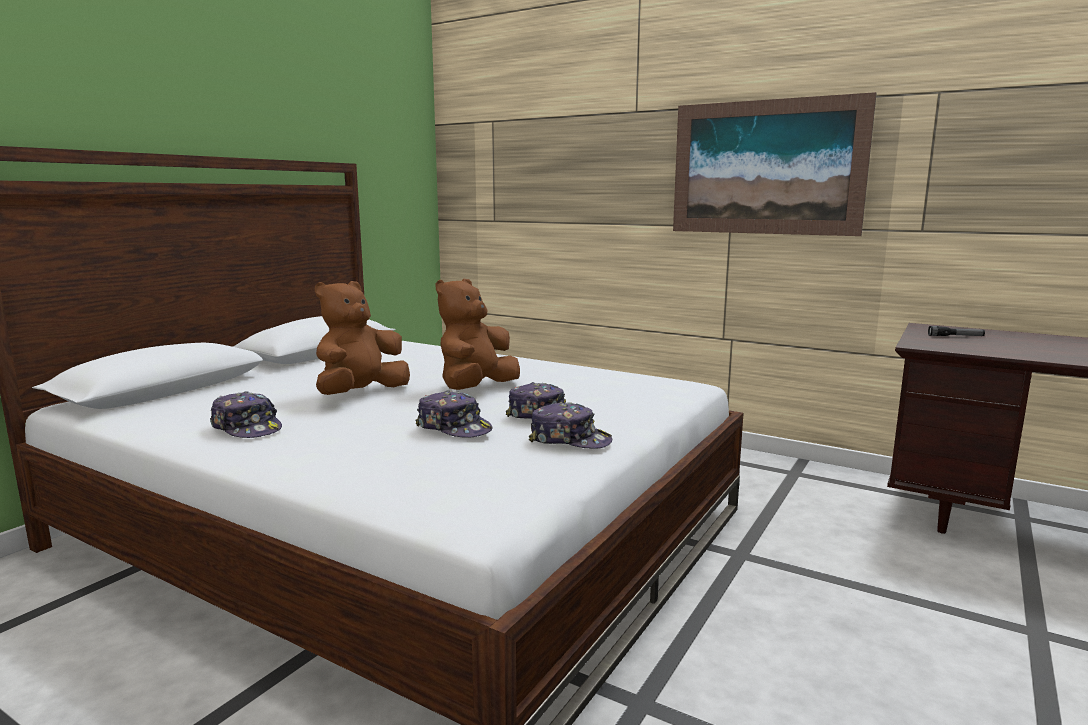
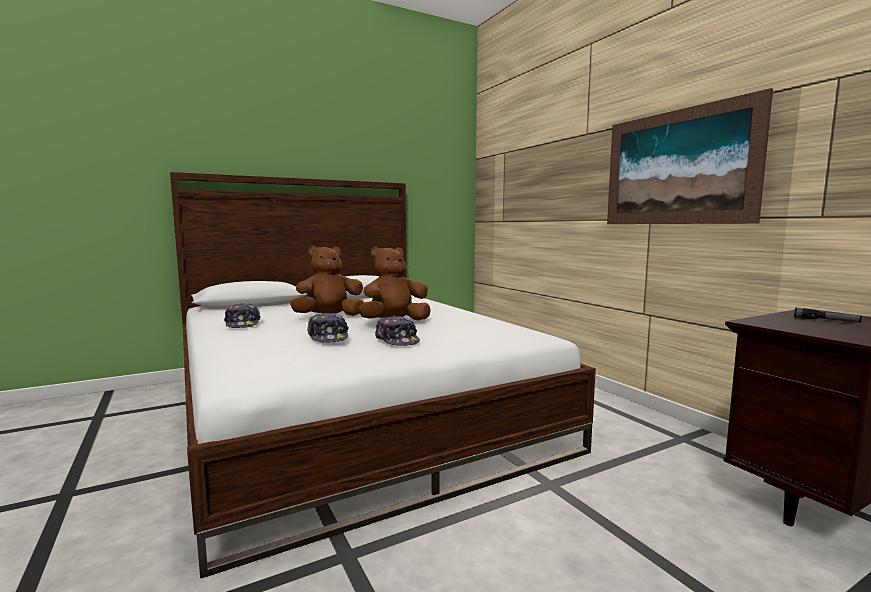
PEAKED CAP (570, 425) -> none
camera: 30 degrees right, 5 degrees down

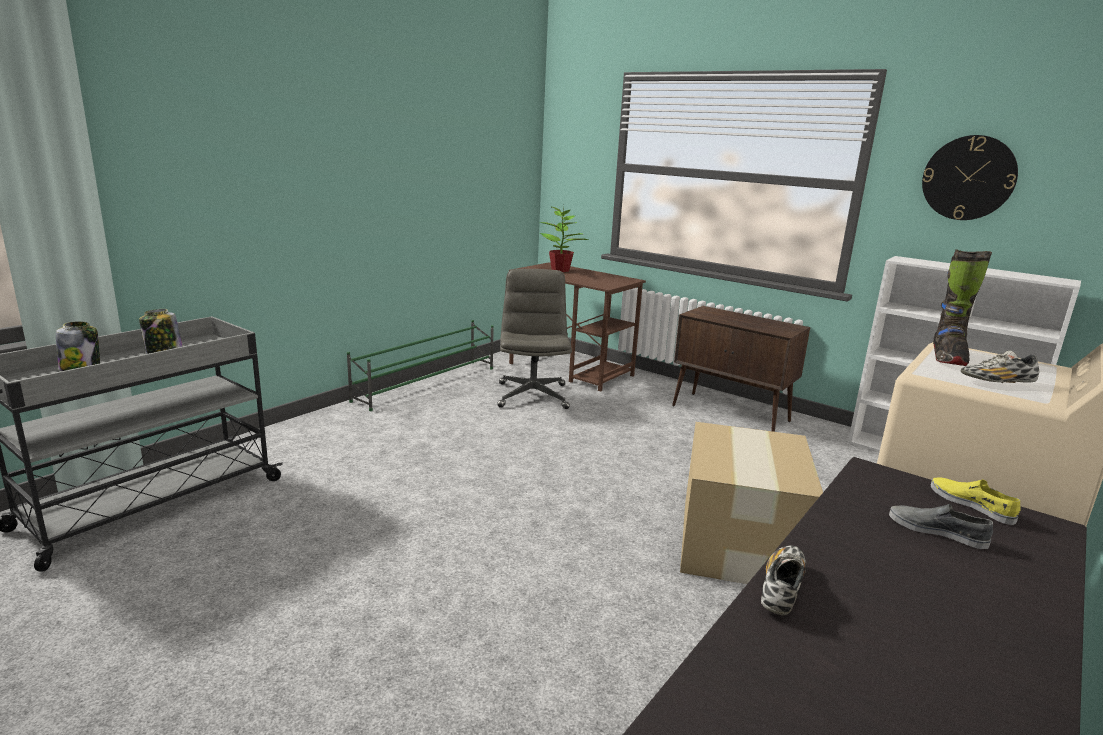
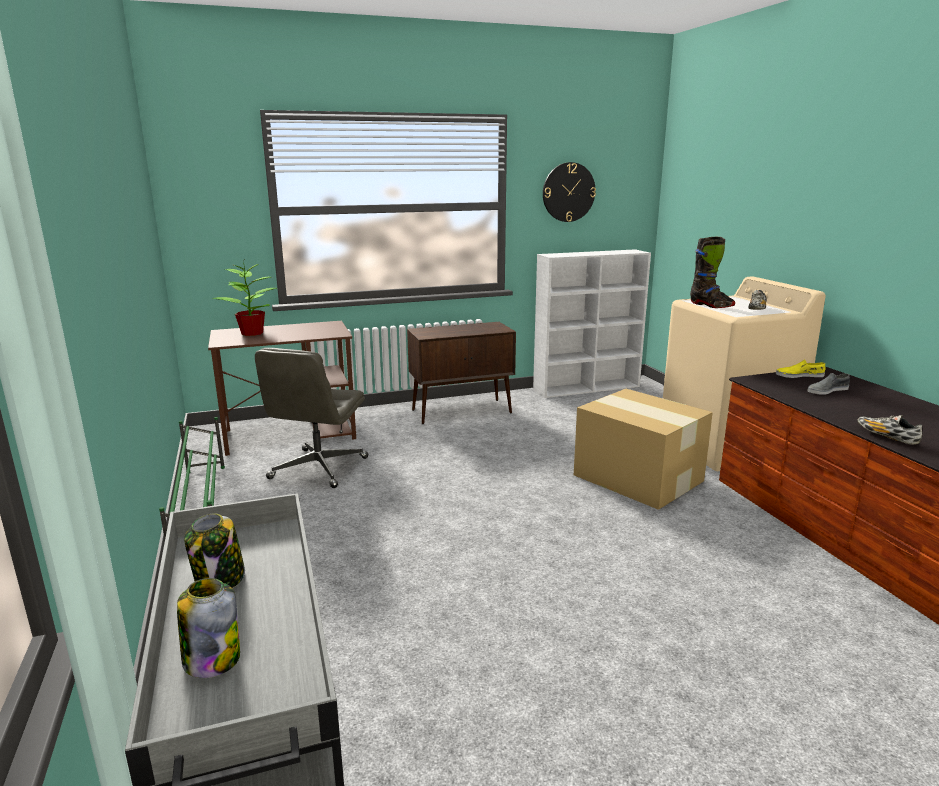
GREYISH DESK CHAIR (534, 339) -> GREYISH DESK CHAIR (311, 418), 105 degrees counterclockwise
camera: 55 degrees left, 0 degrees up

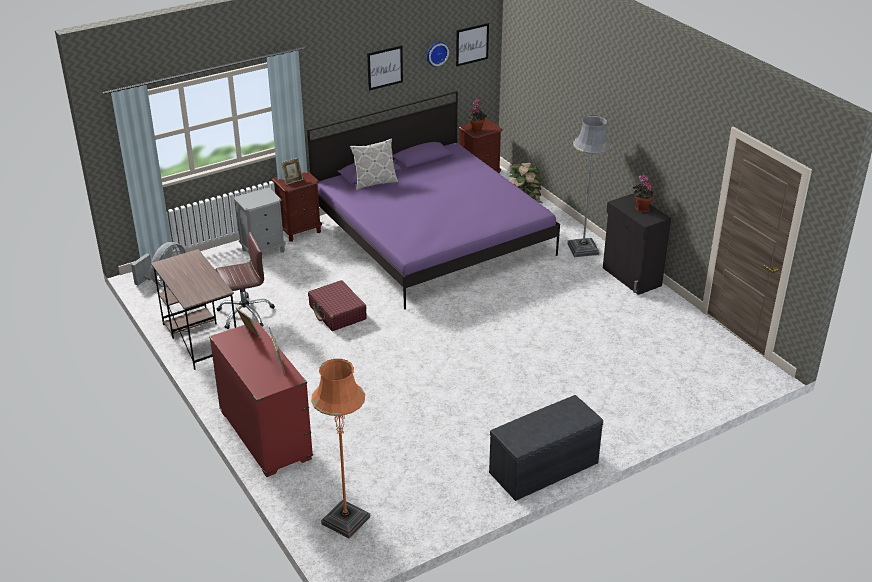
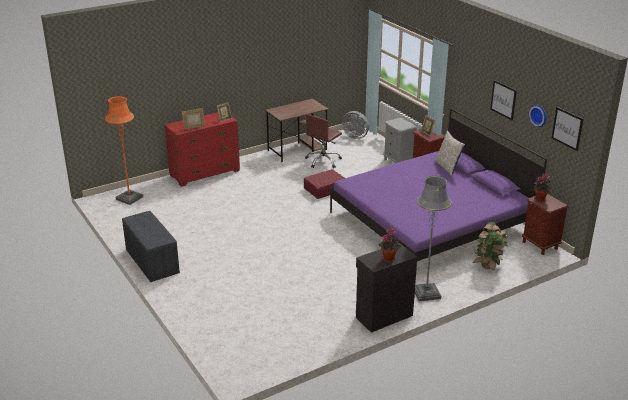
BROWN-COLOURED DESK CHAIR (245, 280) -> BROWN-COLOURED DESK CHAIR (323, 141), 60 degrees clockwise
camera: 90 degrees right, 5 degrees down

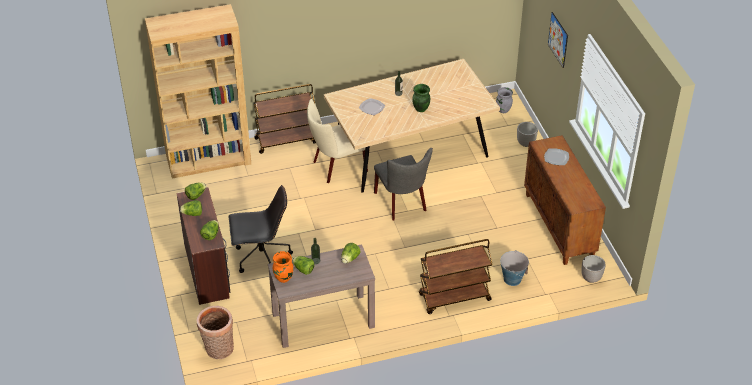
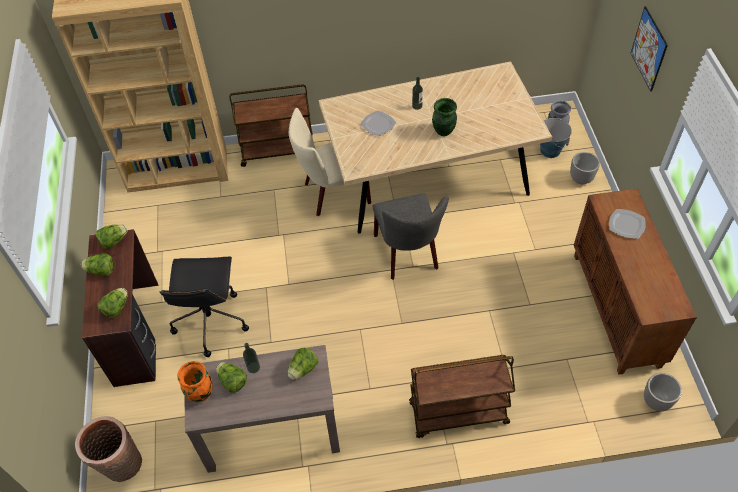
BLACKISH DESK CHAIR (261, 229) -> BLACKISH DESK CHAIR (204, 307), 90 degrees clockwise
WATER BUCKET (514, 268) -> WATER BUCKET (556, 138), moved
camera: 10 degrees right, 10 degrees up

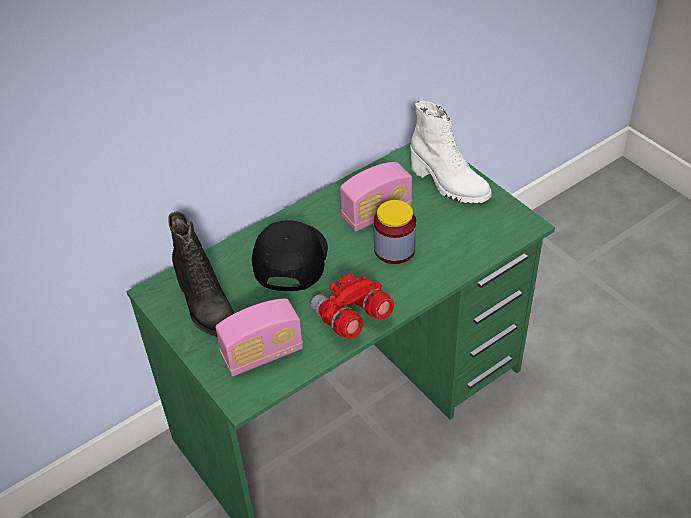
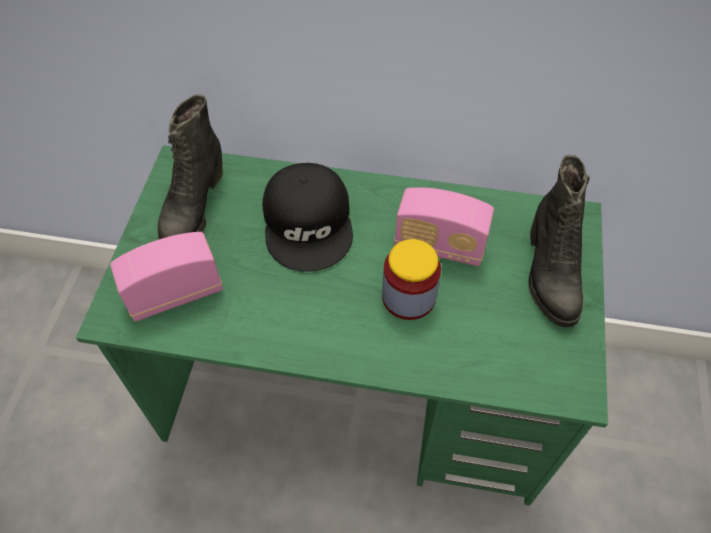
RADIO SET (259, 337) -> RADIO SET (166, 277), 135 degrees clockwise
BLACKISH PEAKED CAP (290, 255) -> BLACKISH PEAKED CAP (307, 217), 120 degrees clockwise
WHITE HIGH-TOP BOOT (450, 152) -> BLACKISH HIGH-TOP BOOT (559, 241)
RED PAIR OF BINOCULARS (352, 305) -> none
camera: 45 degrees right, 10 degrees up

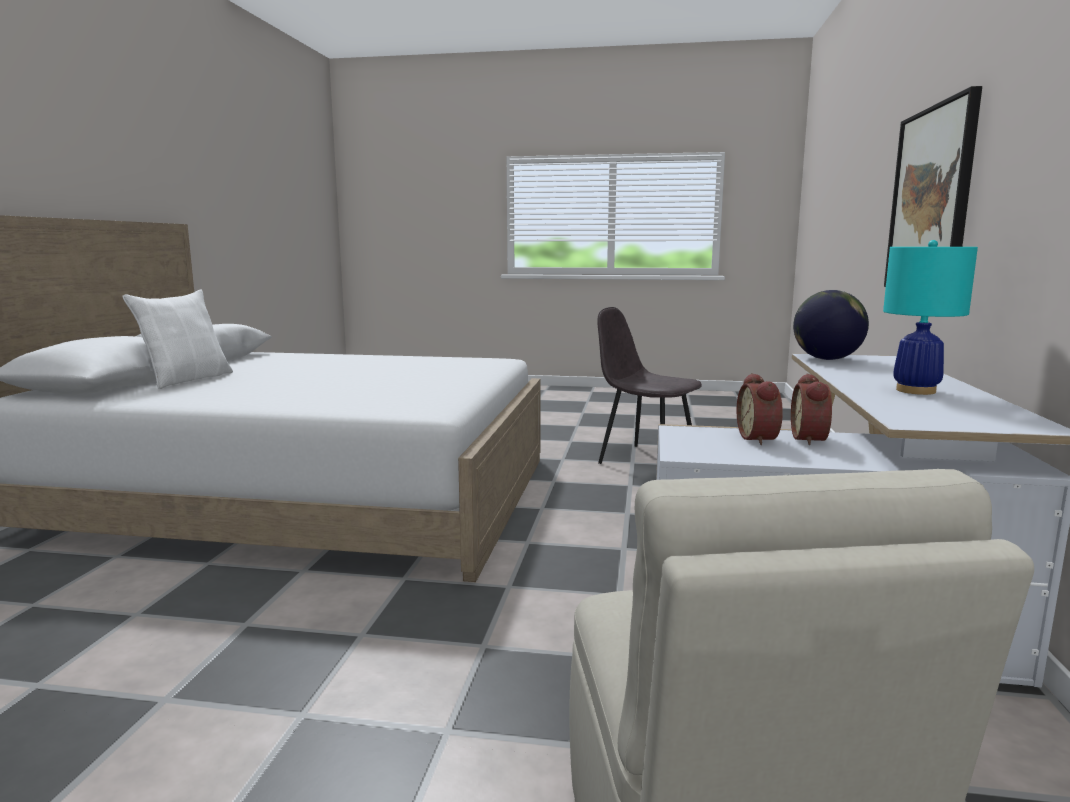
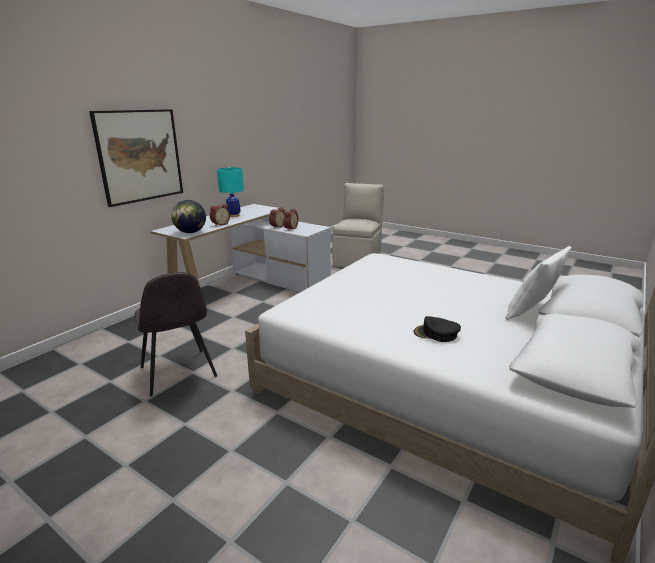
none -> TABLE CLOCK (220, 214)
none -> BLACKISH PEAKED CAP (437, 329)
camera: 155 degrees left, 10 degrees up

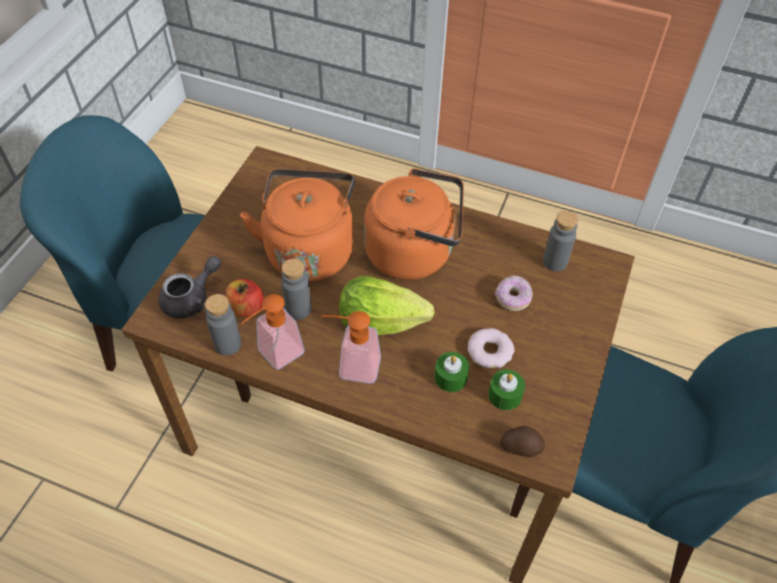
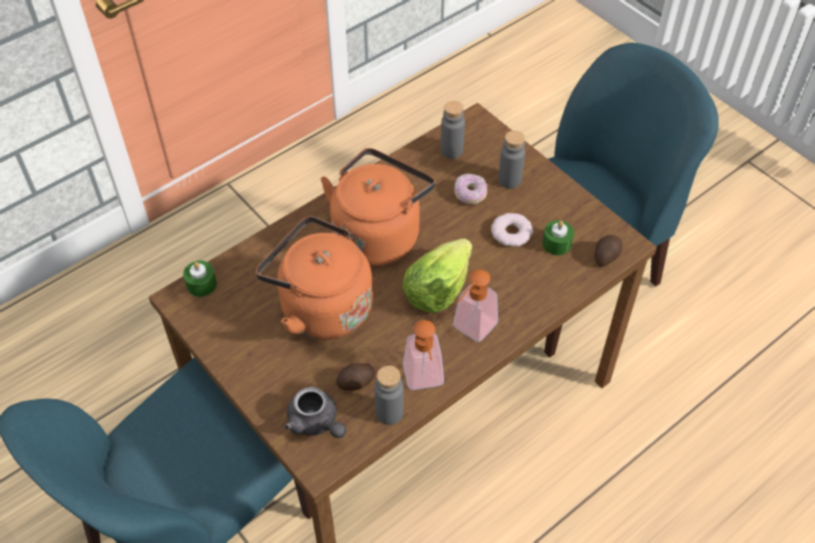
GREENISH CANDLE (451, 372) -> GREENISH CANDLE (200, 279), moved
GREYISH POT FOR TEA (190, 287) -> GREYISH POT FOR TEA (315, 412), 150 degrees clockwise
WHOLE APPLE (244, 298) -> POTATO (355, 376)
GREYISH DRINK BOTTLE (296, 289) -> GREYISH DRINK BOTTLE (511, 159), moved
camera: 60 degrees left, 0 degrees up

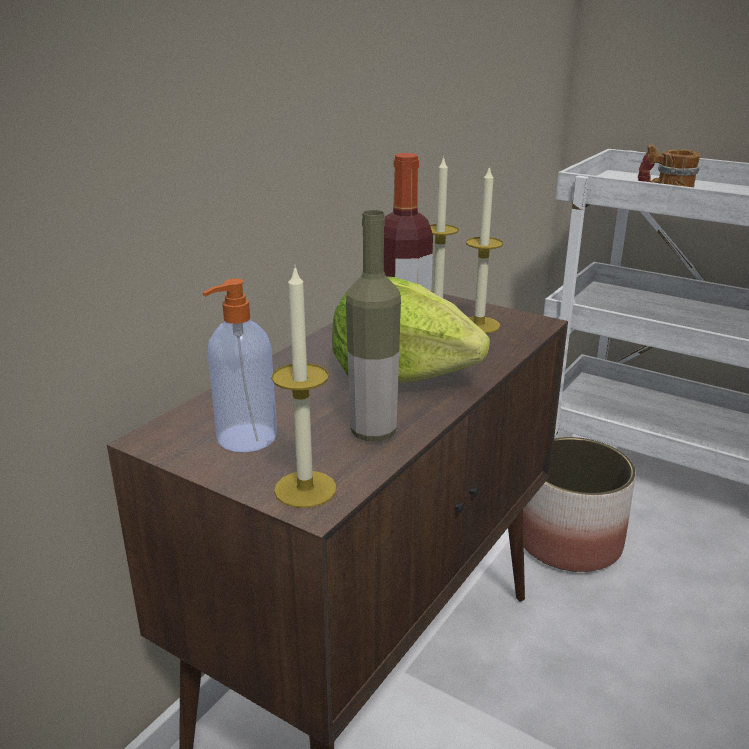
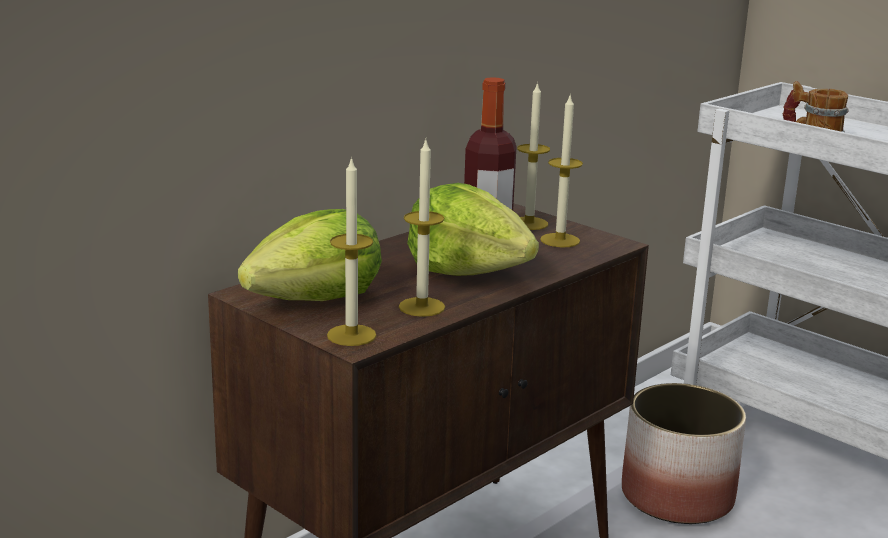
LIQUID SOAP BOTTLE (240, 365) -> LETTUCE HEAD (310, 255)
DRINK BOTTLE (373, 325) -> CANDLE (422, 228)
camera: 10 degrees right, 5 degrees down

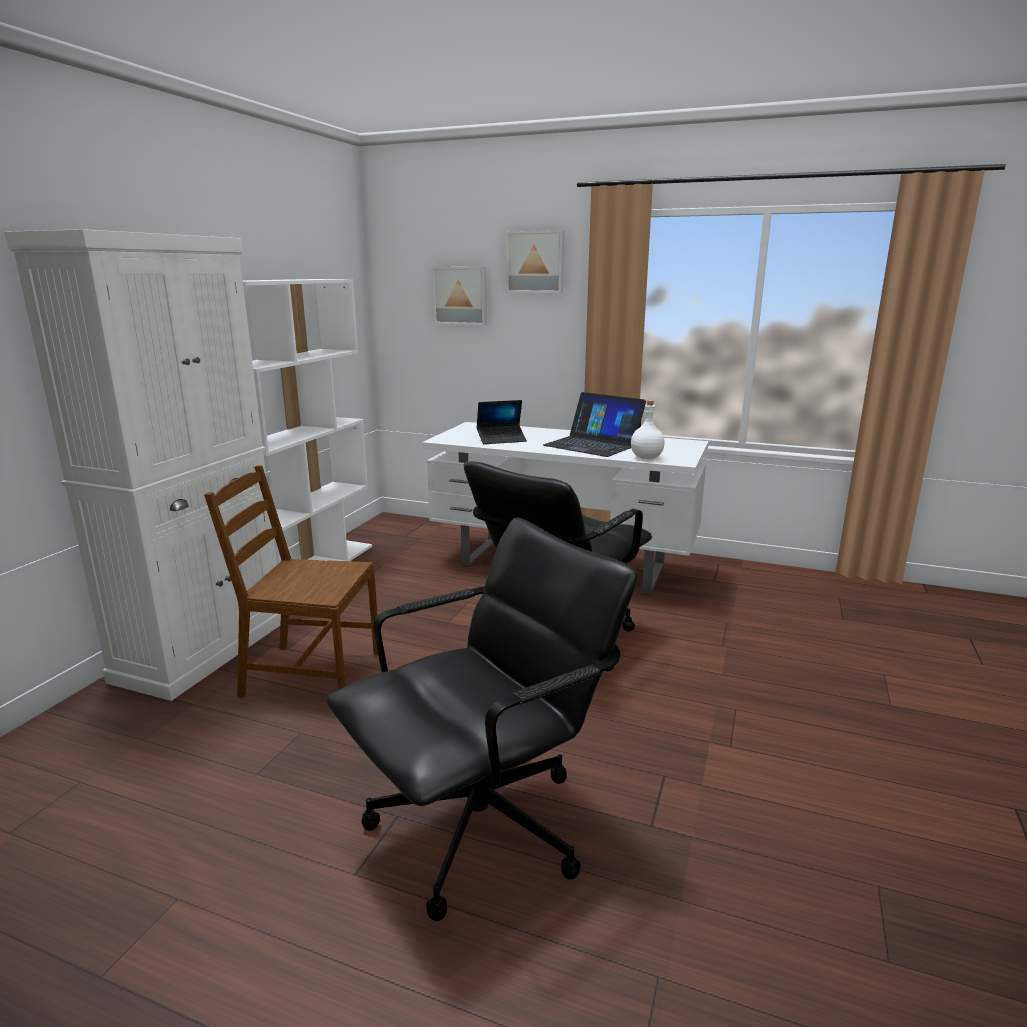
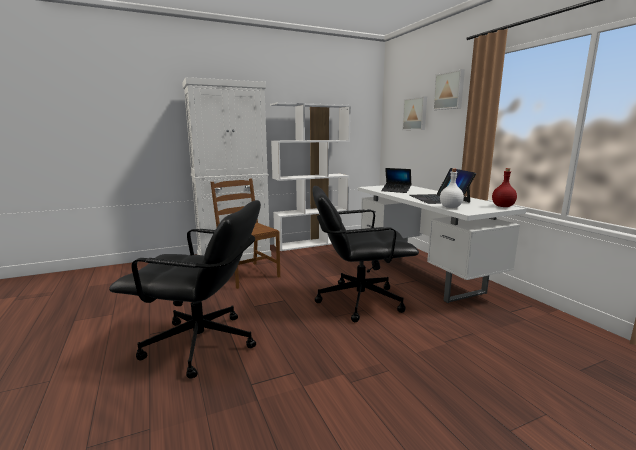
none -> RED DRINK BOTTLE (504, 187)
camera: 45 degrees right, 5 degrees down

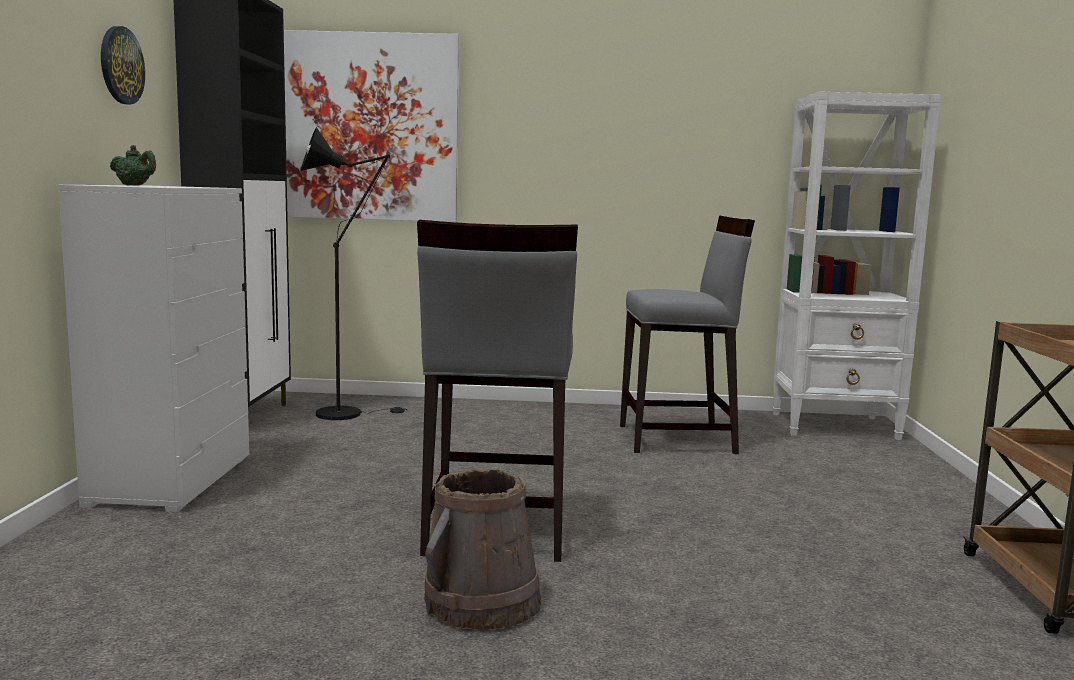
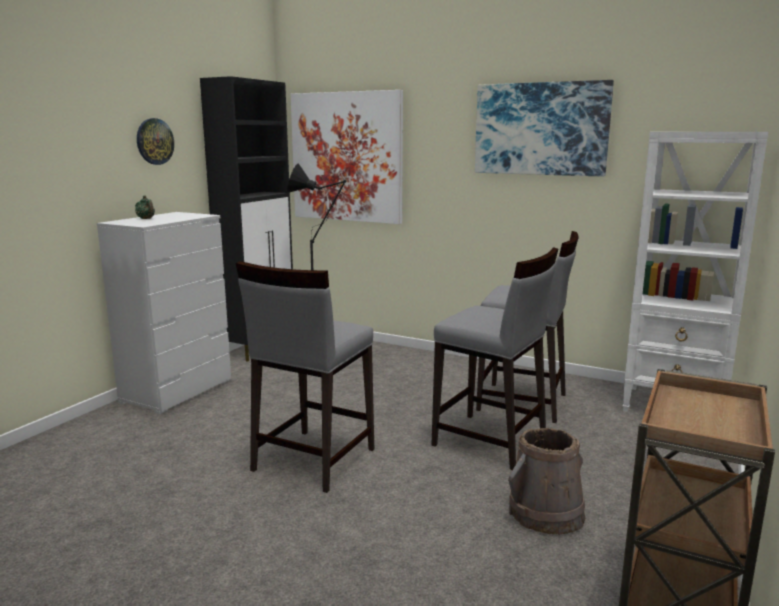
none -> GREYISH STOOL SEAT (494, 358)
none -> WALL ART (544, 128)
BROWN-COLOURED WATER BUCKET (482, 549) -> BROWN-COLOURED WATER BUCKET (546, 481), moved
camera: 25 degrees right, 5 degrees up

